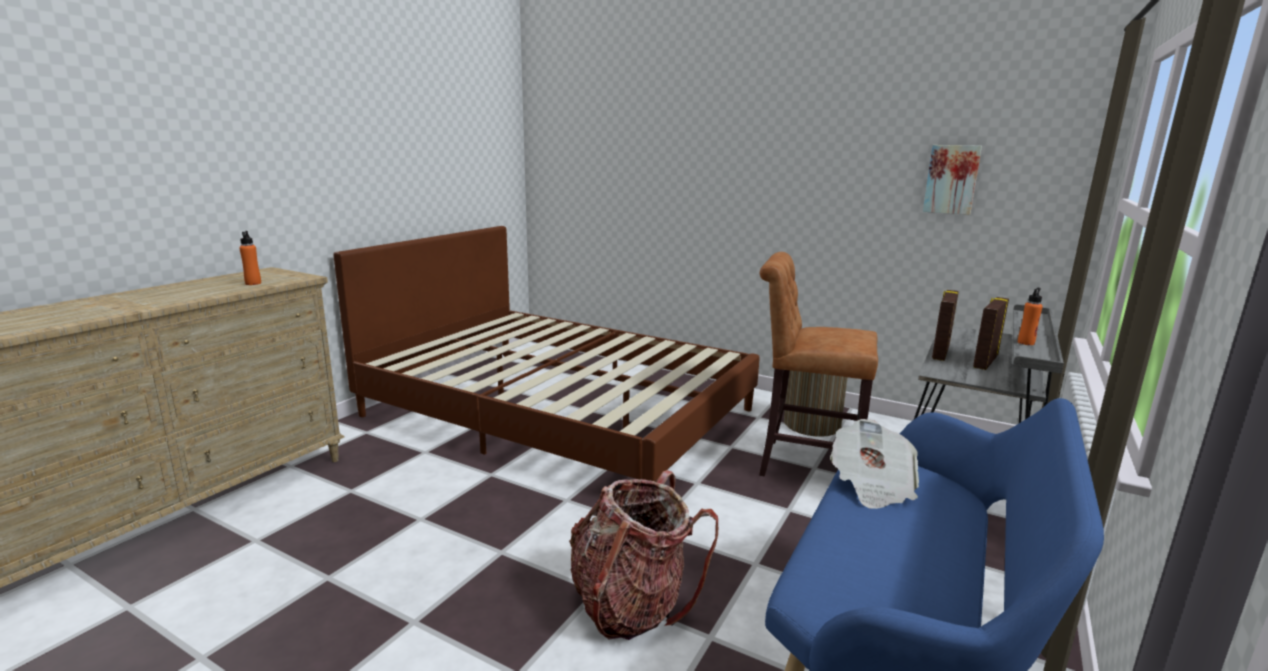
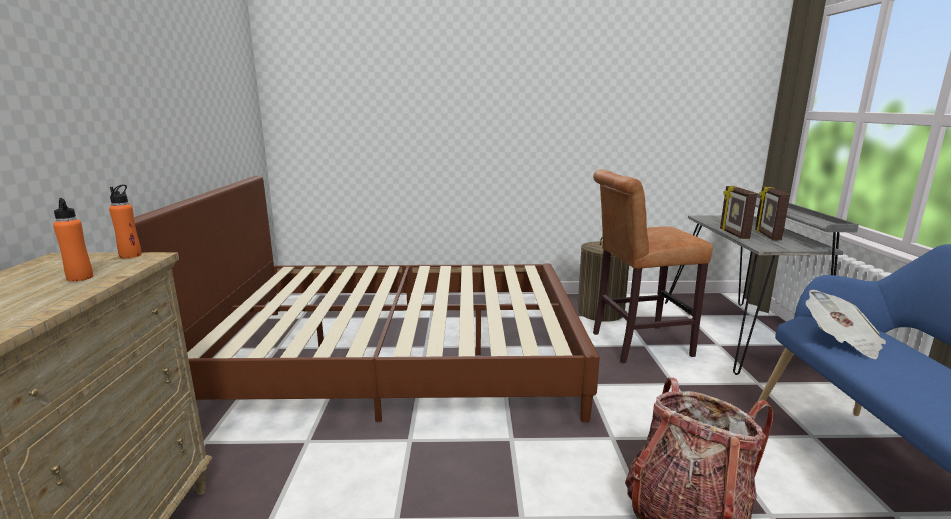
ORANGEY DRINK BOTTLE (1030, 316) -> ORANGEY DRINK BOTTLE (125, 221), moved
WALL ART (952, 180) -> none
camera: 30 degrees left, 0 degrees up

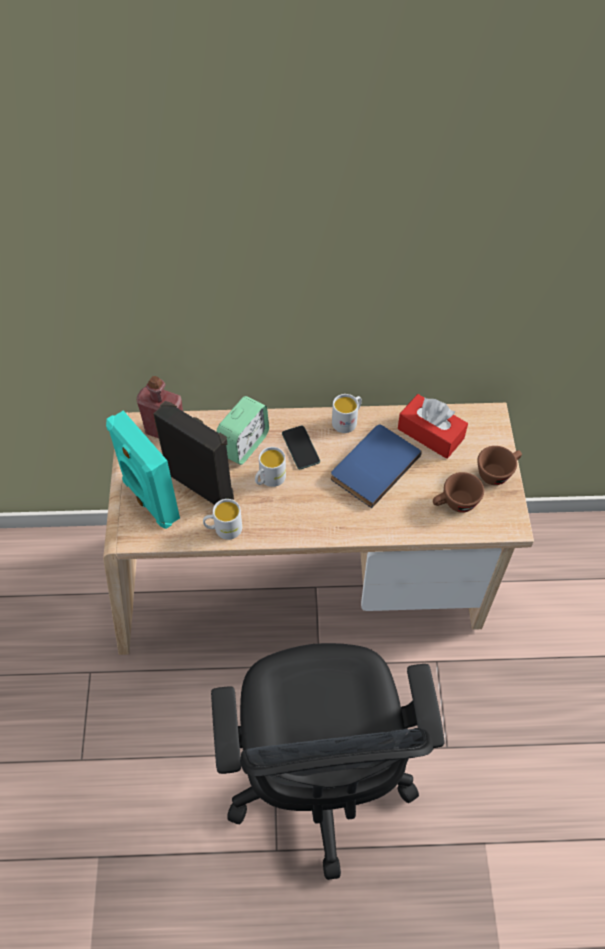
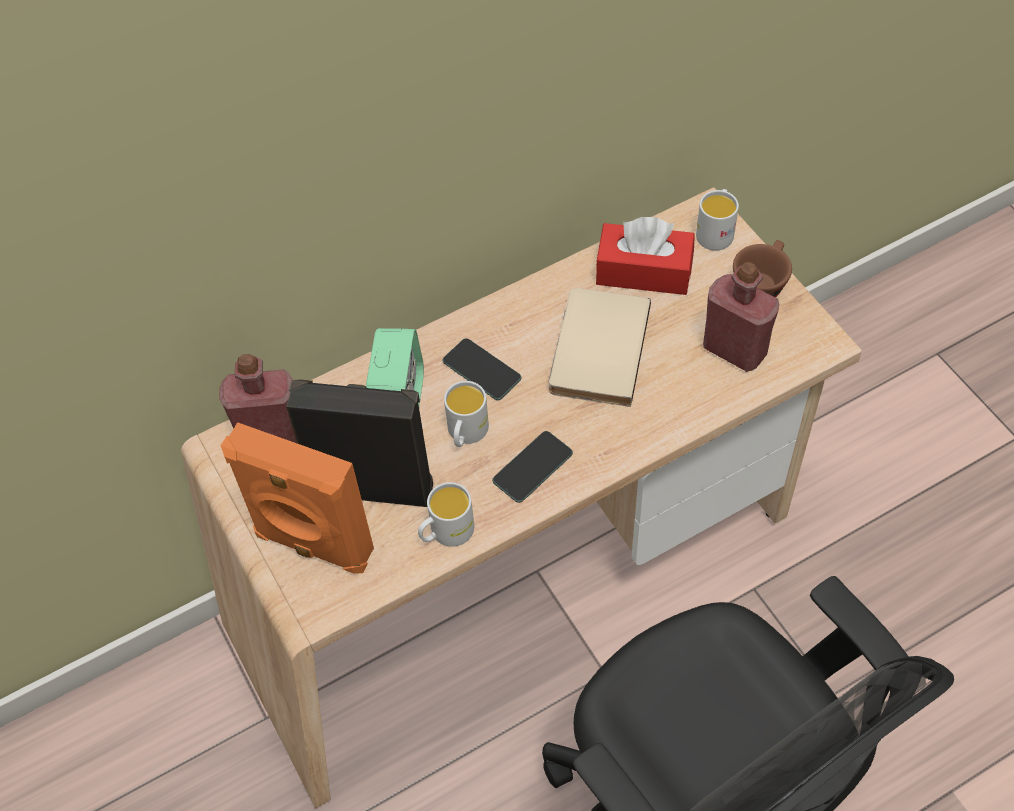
BLUE-GREEN SPEAKER (143, 470) -> ORANGEY SPEAKER (297, 498)
none -> PHONE (532, 467)
BLUE VOLUME (376, 466) -> BEIGE VOLUME (600, 347)
WHITE TEA MUG (347, 413) -> WHITE TEA MUG (717, 220), moved
BROWN-COLOURED CUP (458, 492) -> RED DRINK BOTTLE (741, 317)
camera: 25 degrees left, 0 degrees up

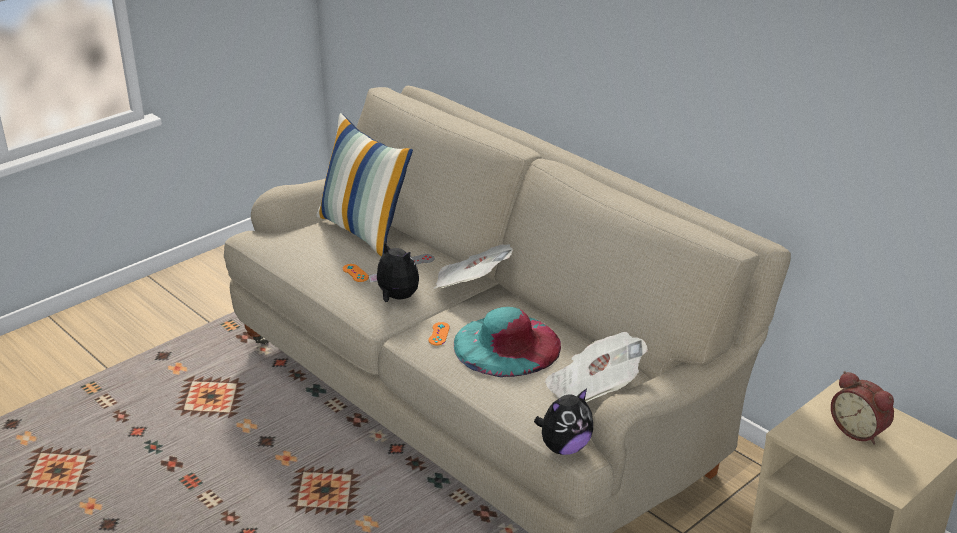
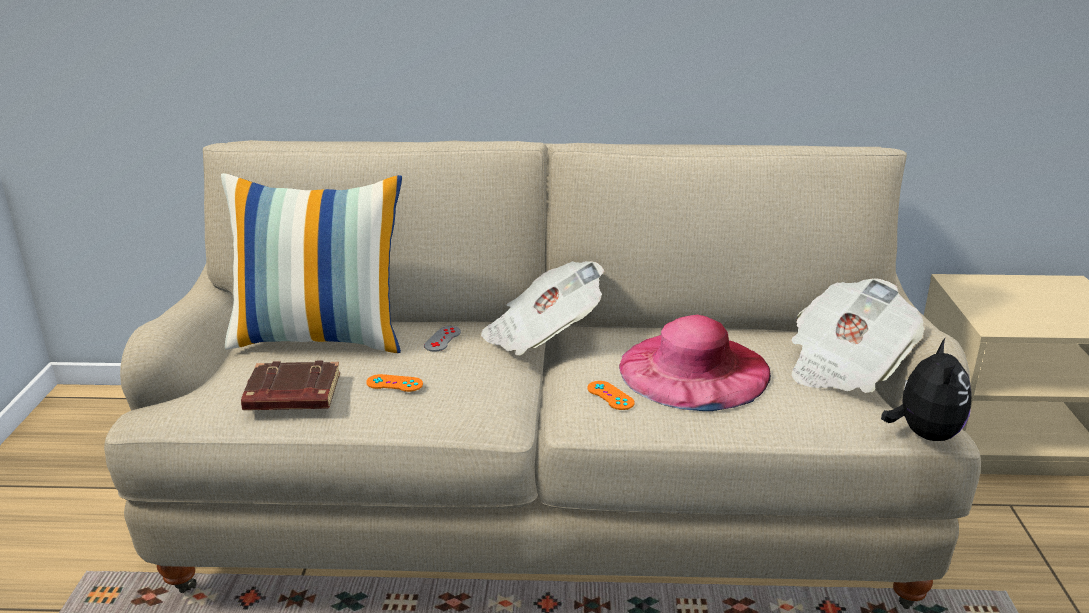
none -> BROWN-COLOURED VOLUME (290, 385)
BLUE-GREEN HAT (507, 342) -> PINKISH HAT (695, 363)
CUDDLY TOY (394, 272) -> none
TABLE CLOCK (862, 408) -> none
camera: 45 degrees left, 5 degrees down

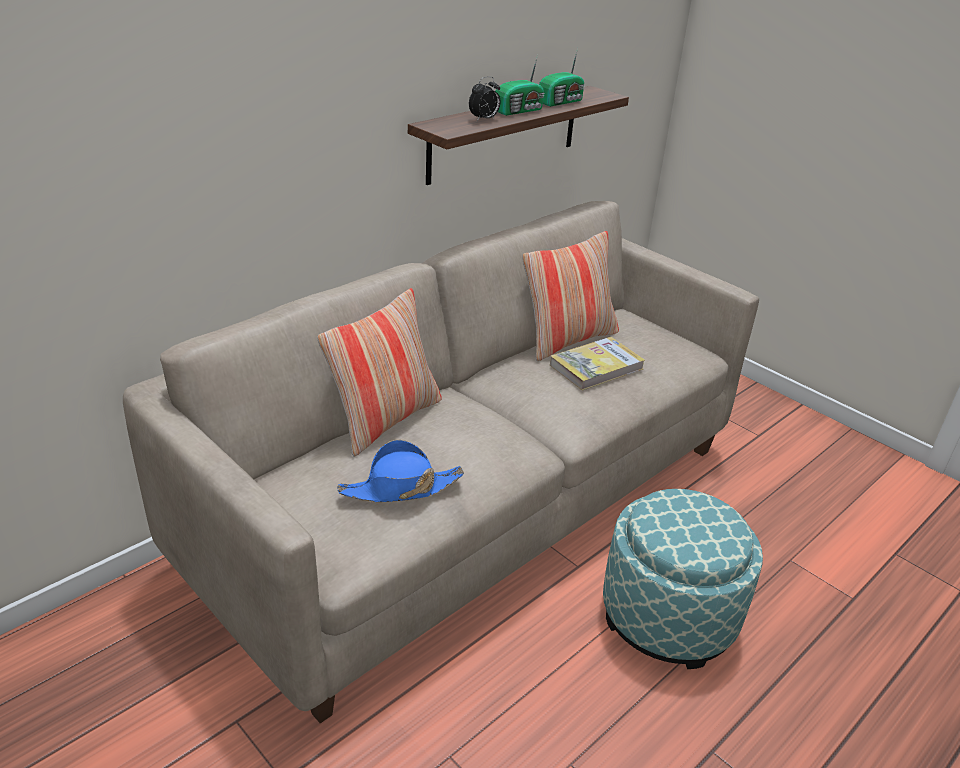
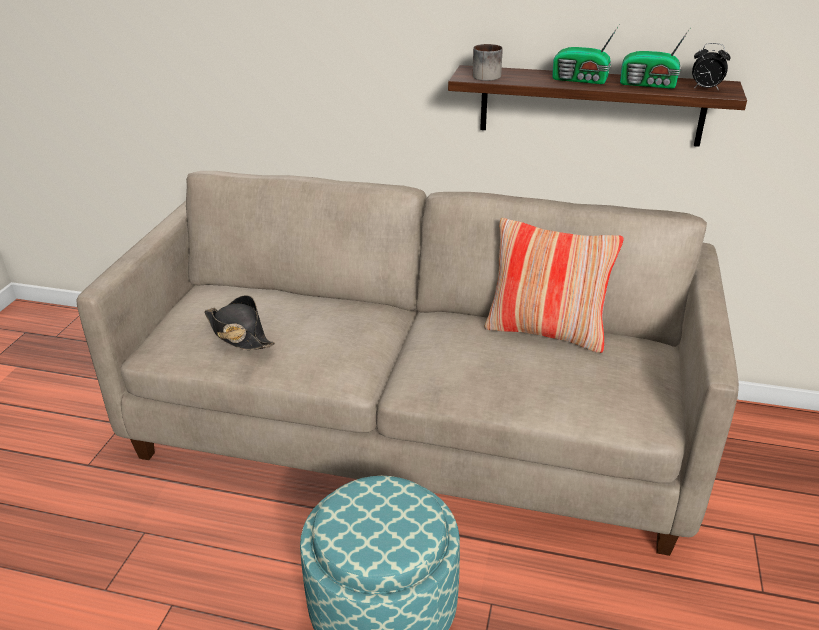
BLUE HAT (400, 471) -> BLACKISH HAT (239, 322)
none -> TEA MUG (487, 62)
TABLE CLOCK (484, 98) -> TABLE CLOCK (711, 67), moved
PILLOW (379, 372) -> none
VOLUME (597, 364) -> none
camera: 60 degrees right, 0 degrees up

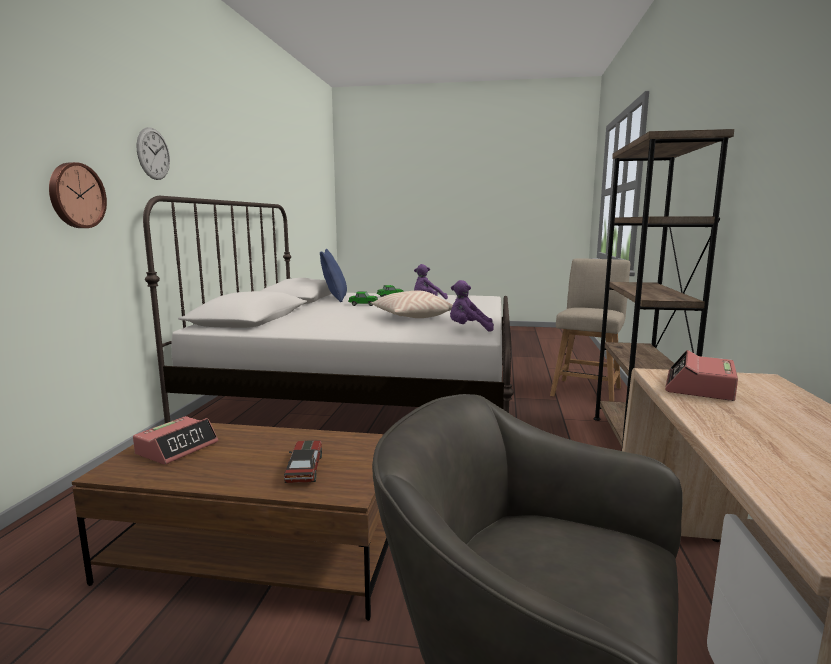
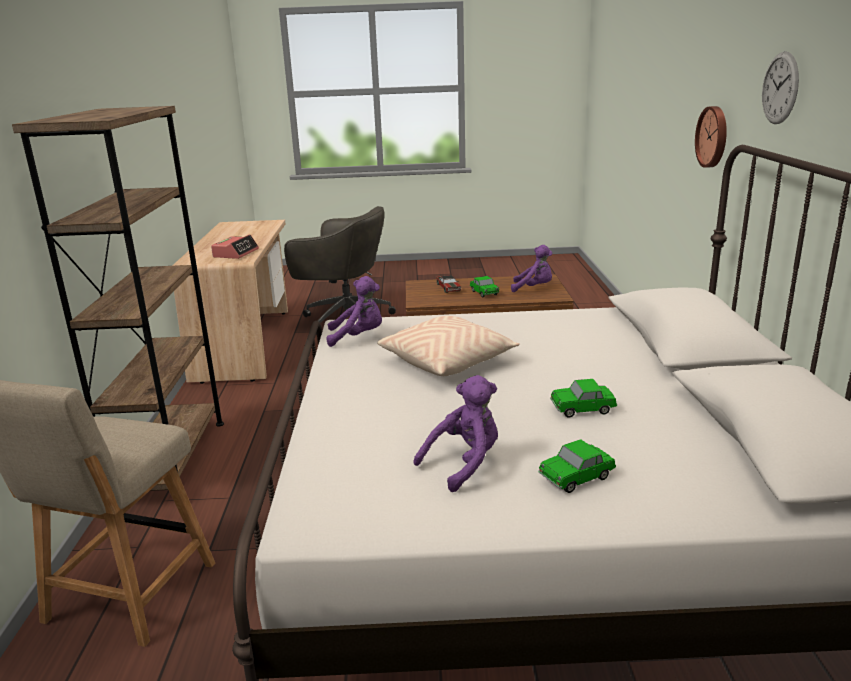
none -> TOY CAR (484, 287)
TABLE CLOCK (175, 440) -> PURPLE CUDDLY TOY (532, 268)
BLUE PILLOW (333, 275) -> none
camera: 170 degrees right, 10 degrees up

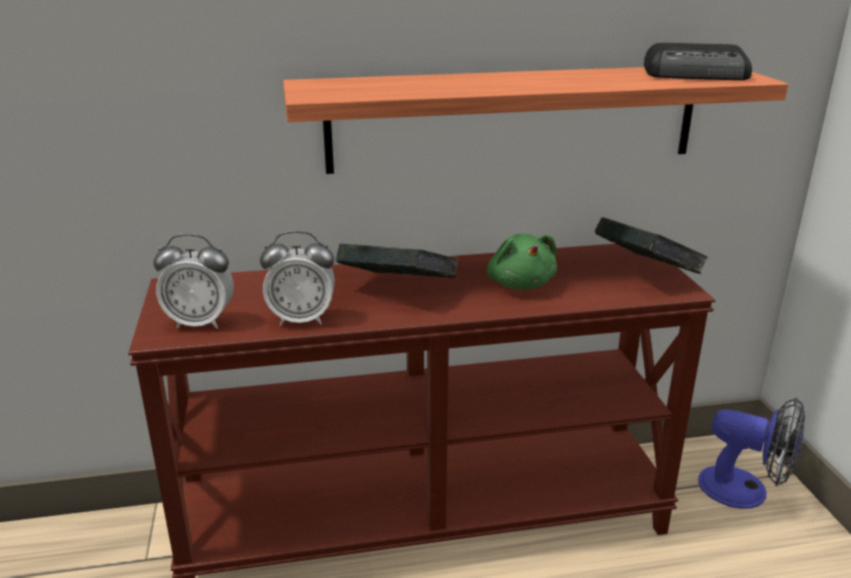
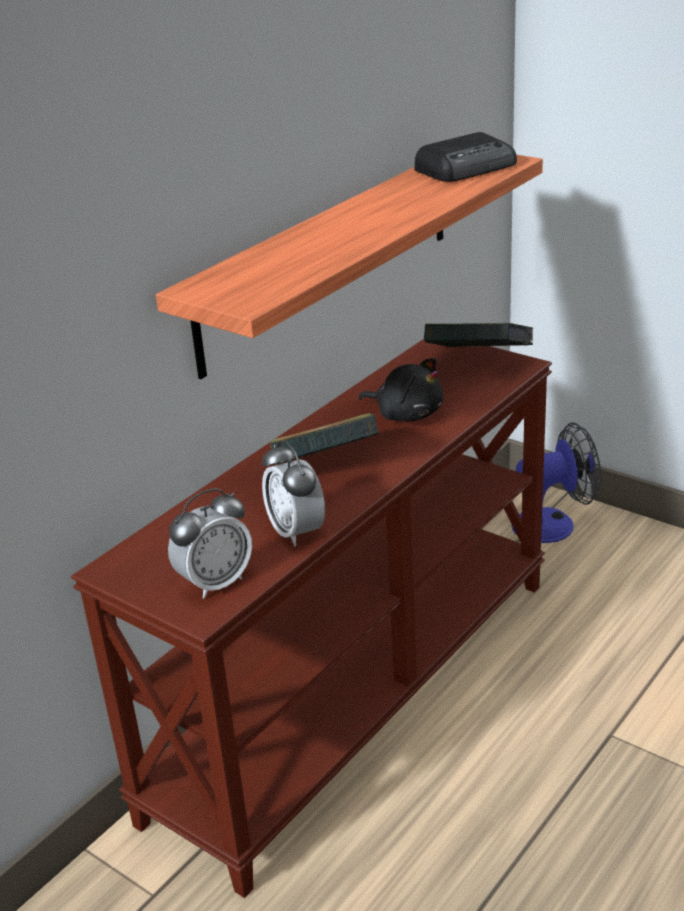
TABLE CLOCK (297, 278) -> TABLE CLOCK (293, 493), 105 degrees clockwise
GREENISH CUDDLY TOY (522, 261) -> BLACKISH CUDDLY TOY (401, 389)
camera: 40 degrees left, 5 degrees up

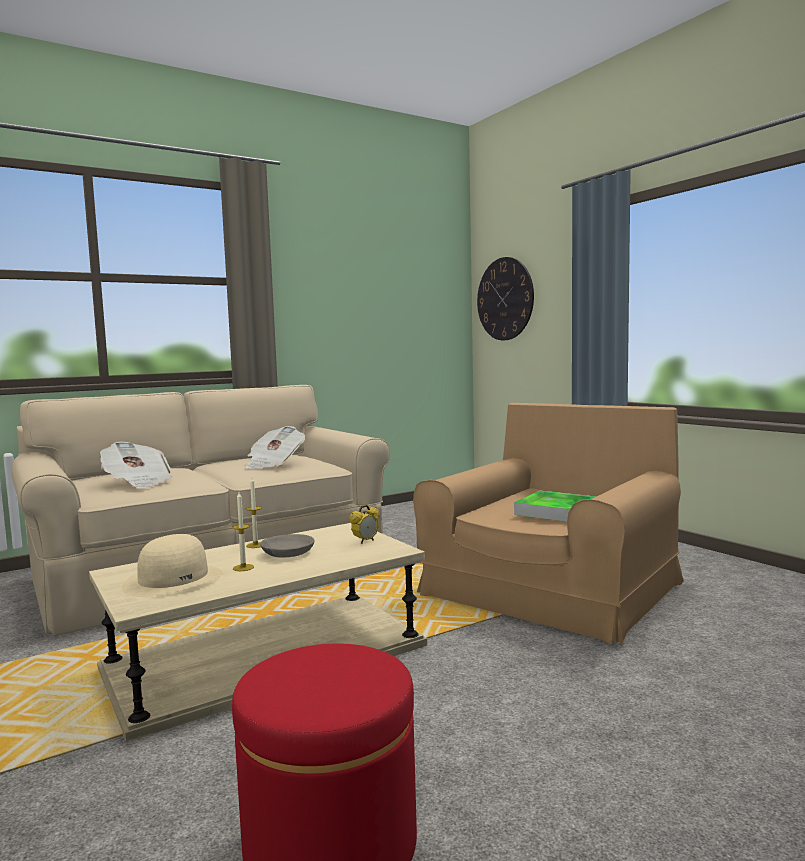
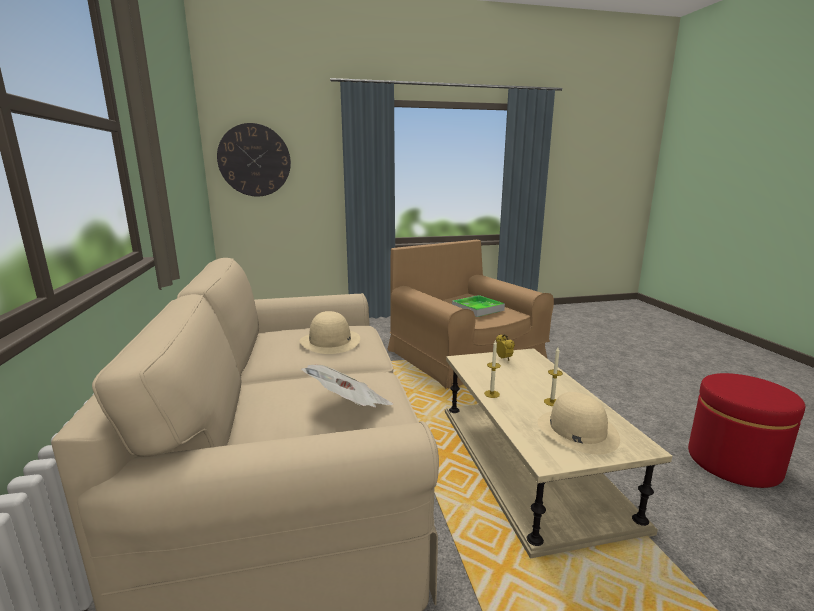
DAILY PAPER (275, 447) -> BEIGE HAT (330, 332)
GREYISH DEEP DISH (287, 546) -> none
camera: 70 degrees left, 10 degrees up

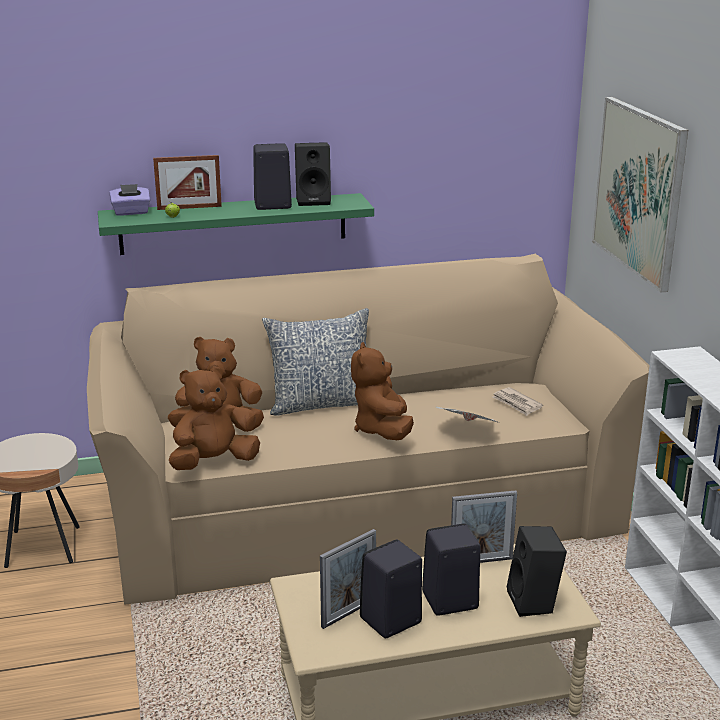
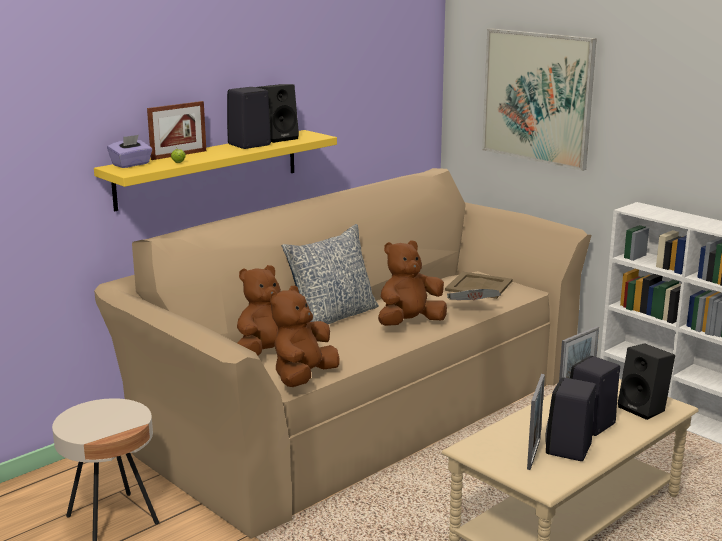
GREENISH WALL SHELF (236, 224) -> YELLOW-COLOURED WALL SHELF (215, 170)
BROWN-COLOURED CUDDLY TOY (382, 391) -> BROWN-COLOURED CUDDLY TOY (412, 283), 90 degrees clockwise
DAILY PAPER (518, 401) -> BEIGE TRAY (479, 285)
camera: 30 degrees left, 5 degrees down

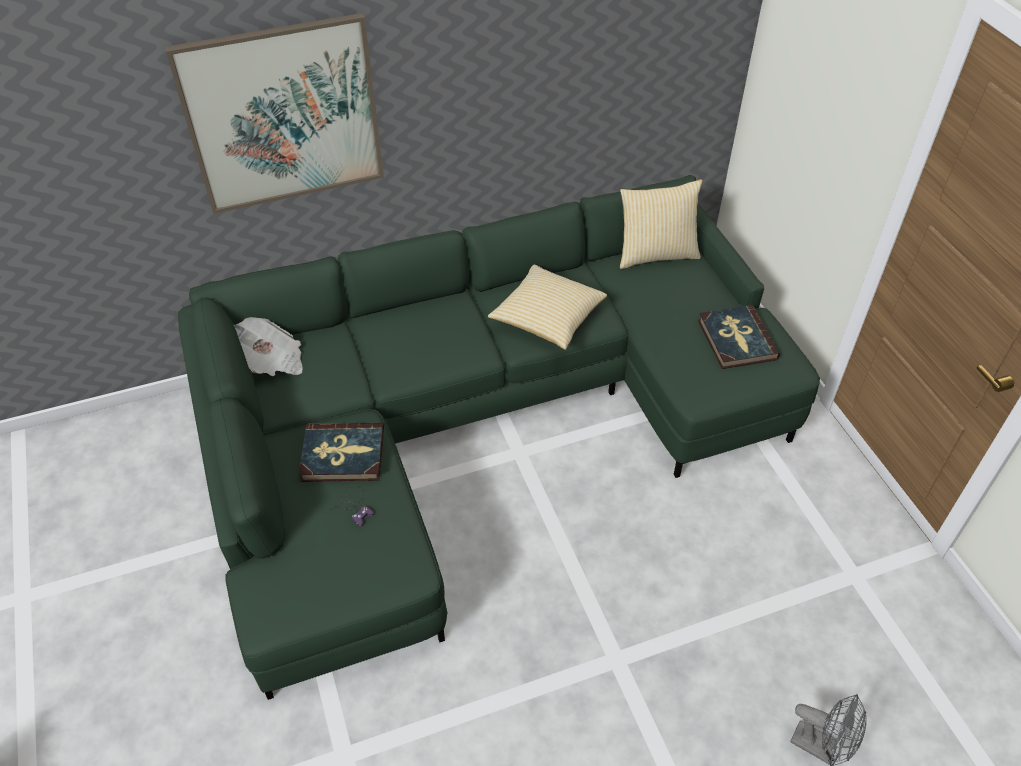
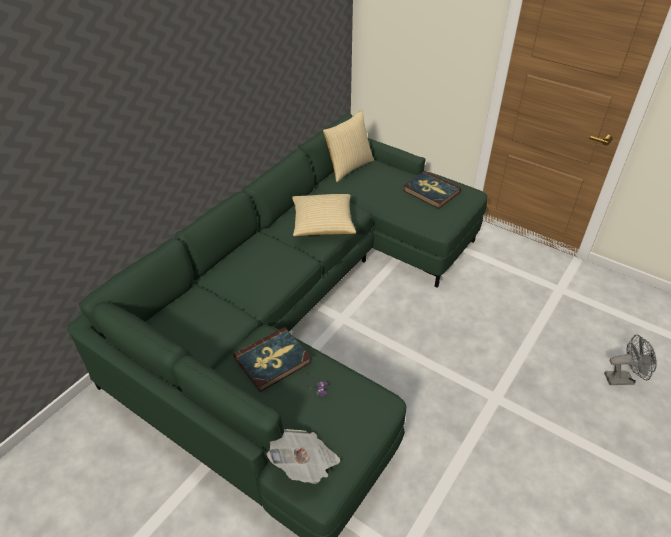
DAILY PAPER (268, 346) -> DAILY PAPER (303, 456), moved
WALL ART (274, 113) -> none
camera: 35 degrees left, 5 degrees down

